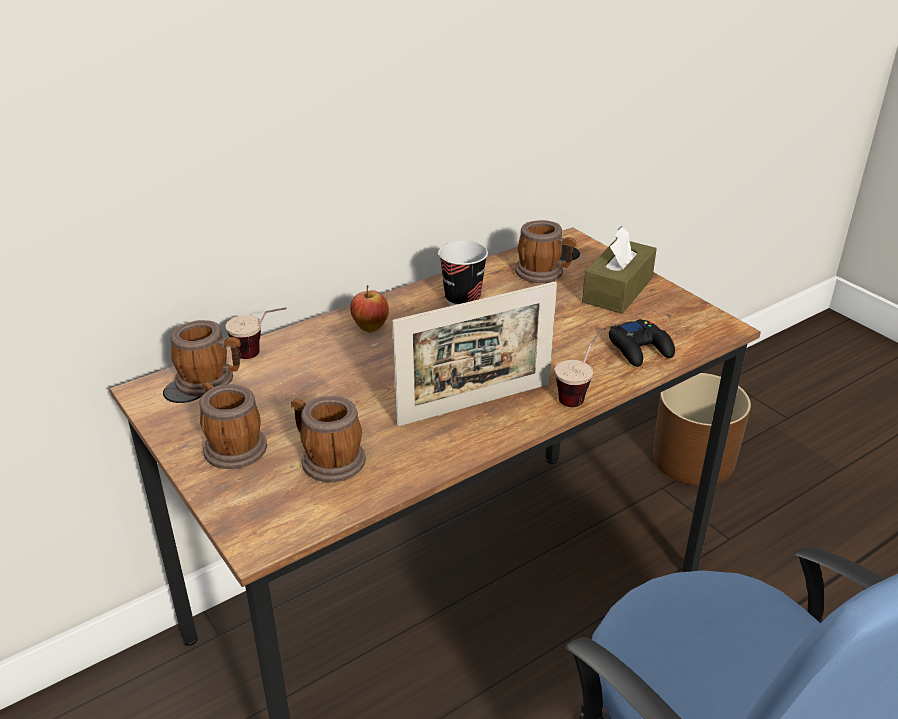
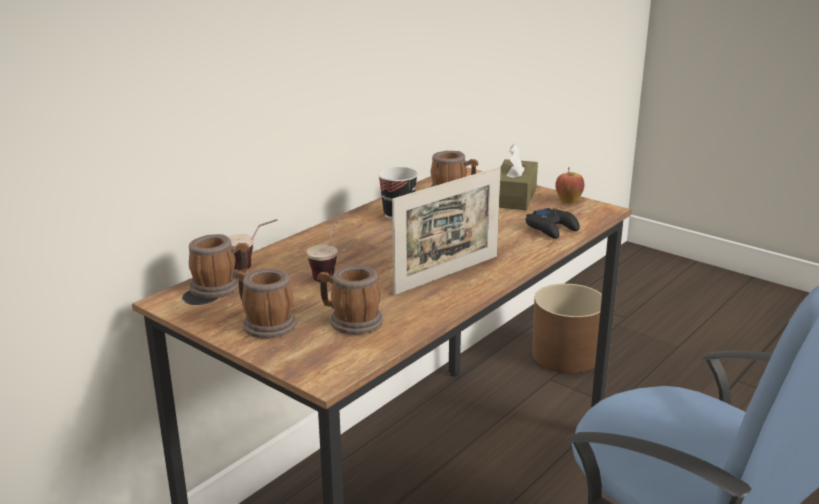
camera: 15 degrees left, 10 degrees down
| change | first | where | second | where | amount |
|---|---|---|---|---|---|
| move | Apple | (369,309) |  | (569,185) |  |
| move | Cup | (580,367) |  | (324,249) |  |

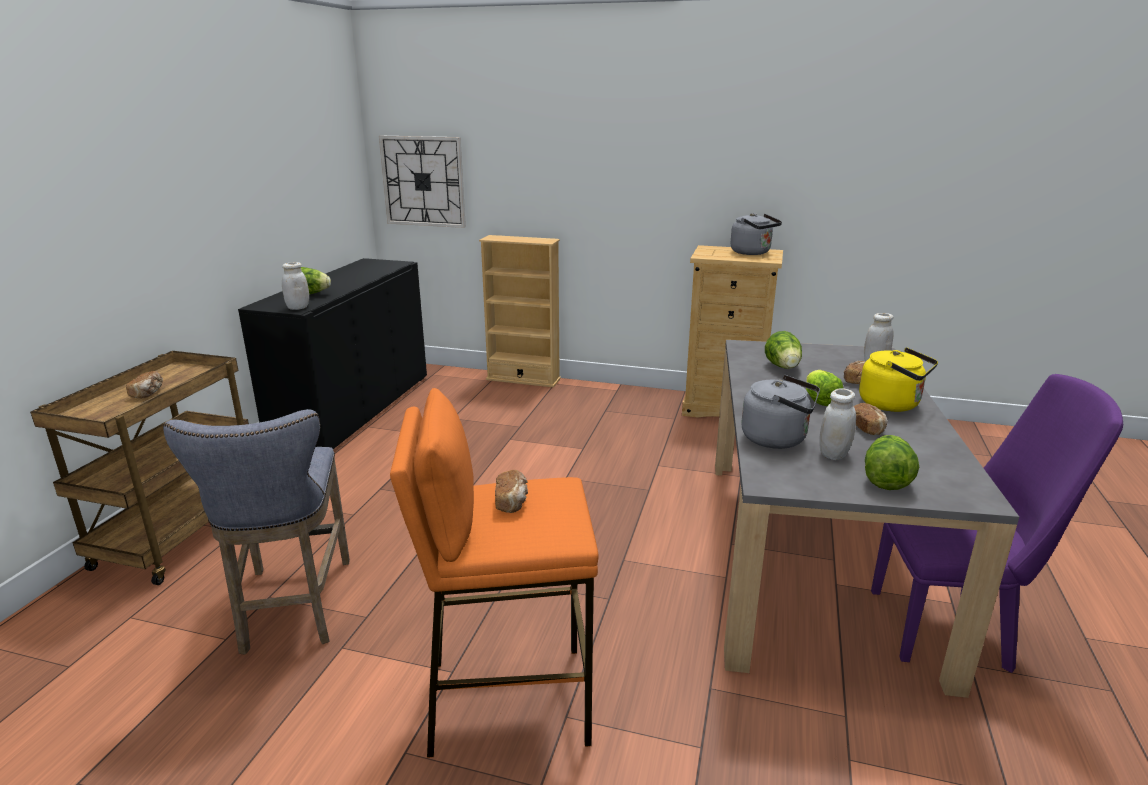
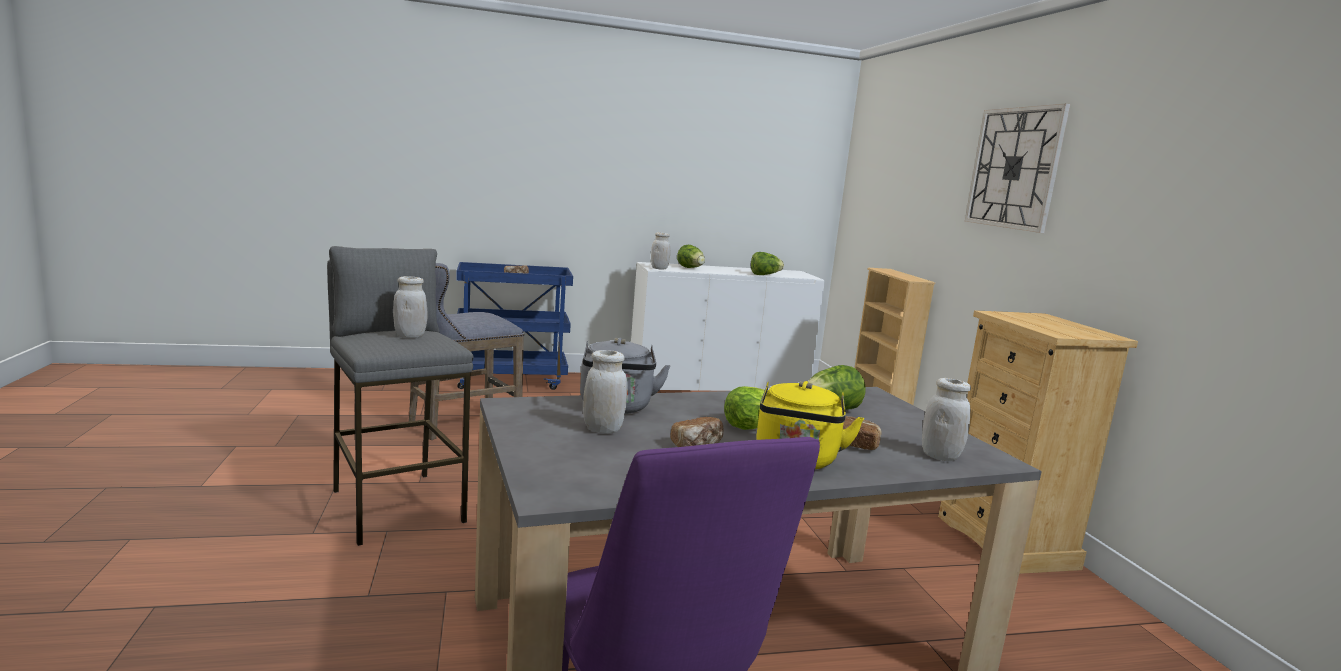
camera: 60 degrees right, 10 degrees down
| change | first | where | second | where | amount |
|---|---|---|---|---|---|
| delete | GreyKettle | (756,234) |  |  |  |
| move | WallClock | (422,182) |  | (1017,168) |  |
| move | Lettuce | (892,462) |  | (767,263) |  |
| replace | Bread | (511,491) | WhiteJar | (410,307) |  |
| recolor | BrownCart | (139,468) | BlueCart | (514,326) |  |
| recolor | BlackCabinet | (332,353) | WhiteCabinet | (728,326) |  |
| recolor | OrangeStool | (494,573) | GreyStool | (400,396) |  |

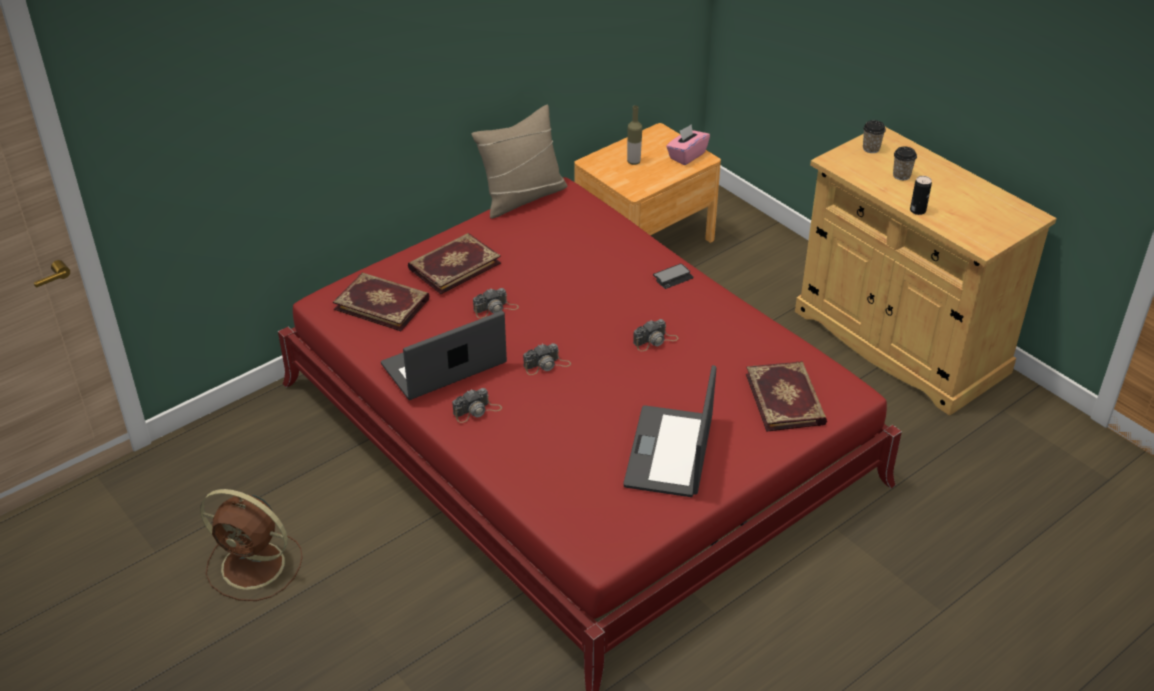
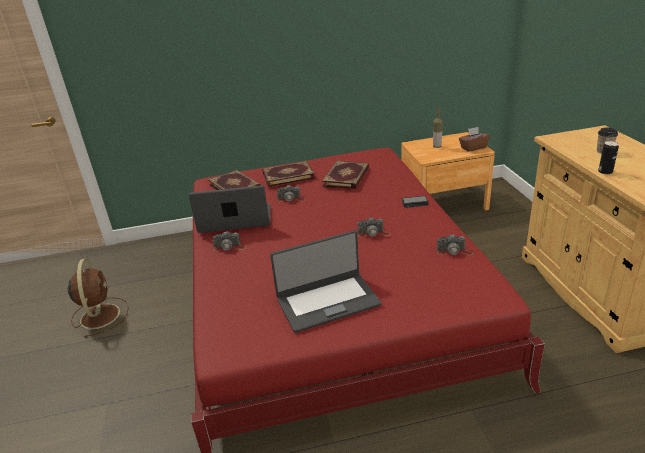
camera: 30 degrees right, 10 degrees down
| change | first | where | second | where | amount |
|---|---|---|---|---|---|
| delete | BeigePillow | (519,162) |  |  |  |
| delete | Cup | (874,136) |  |  |  |
| move | PhotoCamera | (547,359) |  | (455,244) |  |
| move | Book | (786,396) |  | (345,175) |  |
| recolor | PinkTissueBox | (688,144) | BrownTissueBox | (474,139) |  |
| rotate | BrownFan | (251,545) |  | (98,298) | 150 degrees counterclockwise |
| rotate | Laptop | (670,431) |  | (326,281) | 150 degrees counterclockwise |

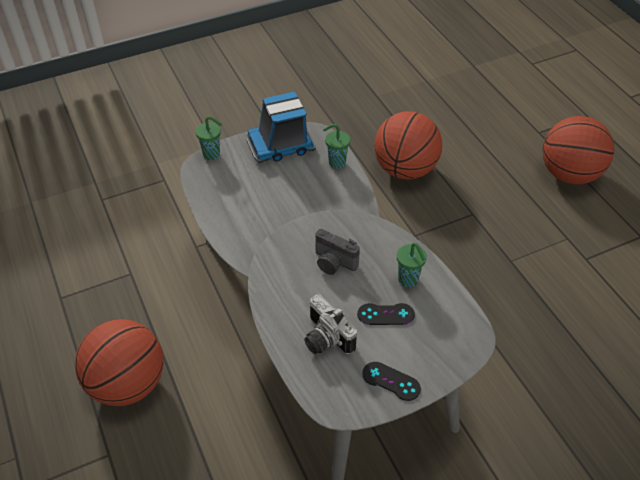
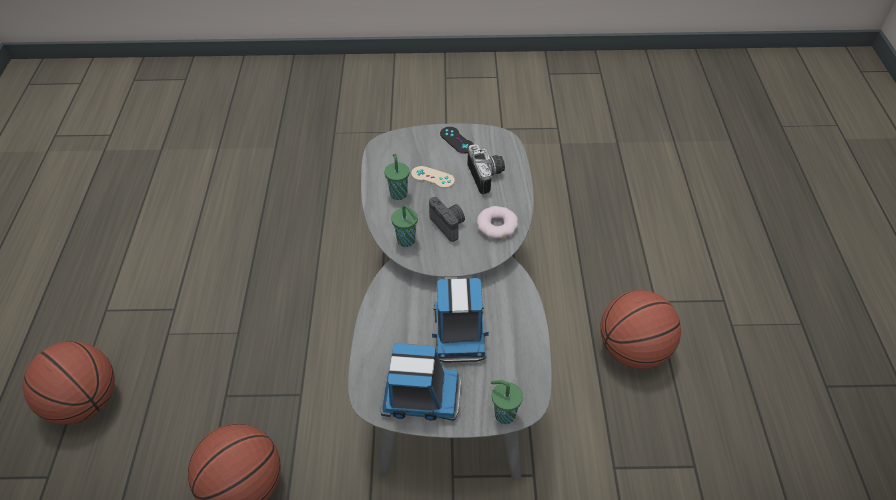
camera: 155 degrees left, 0 degrees up
| change | first | where | second | where | amount |
|---|---|---|---|---|---|
| insert |  |  | ToyTruck | (460,320) |  |
| insert |  |  | Donut | (497,222) |  |
| move | GreenCup | (336,146) |  | (404,226) |  |
| recolor | BlackGameController | (386,314) | BeigeGameController | (433,177) |  |

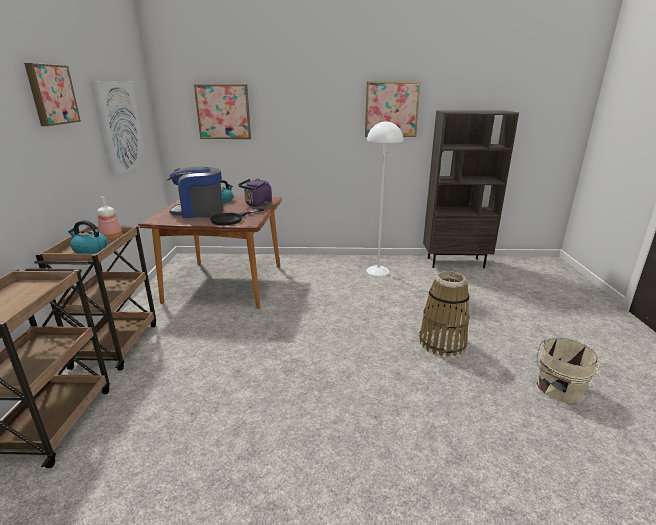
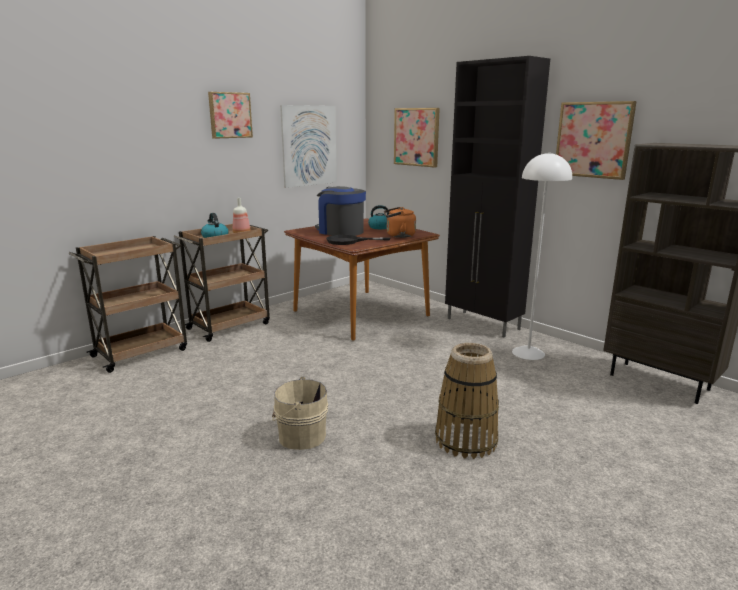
camera: 45 degrees right, 5 degrees down
| change | first | where | second | where | amount |
|---|---|---|---|---|---|
| insert |  |  | BlackCabinet | (497,196) |  |
| move | BeigeBucket | (568,370) |  | (300,413) |  |
| recolor | PurpleKettle | (255,192) | OrangeKettle | (400,222) |  |

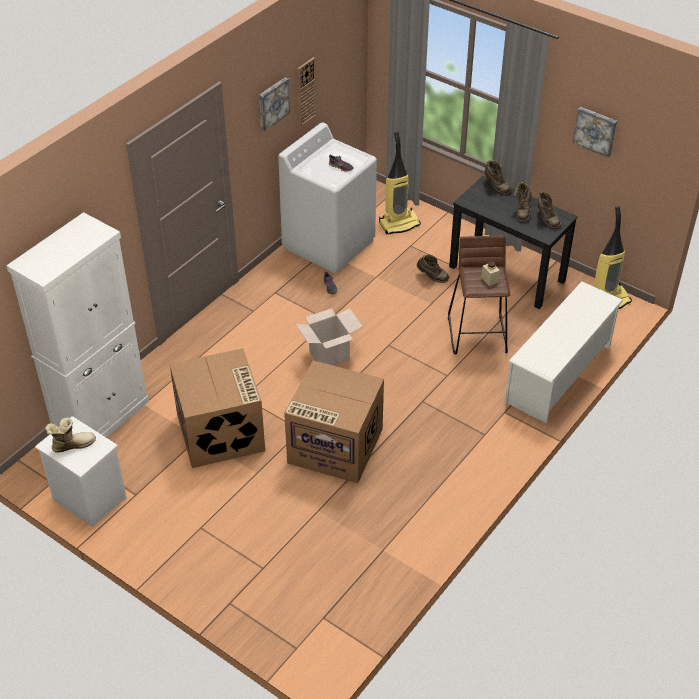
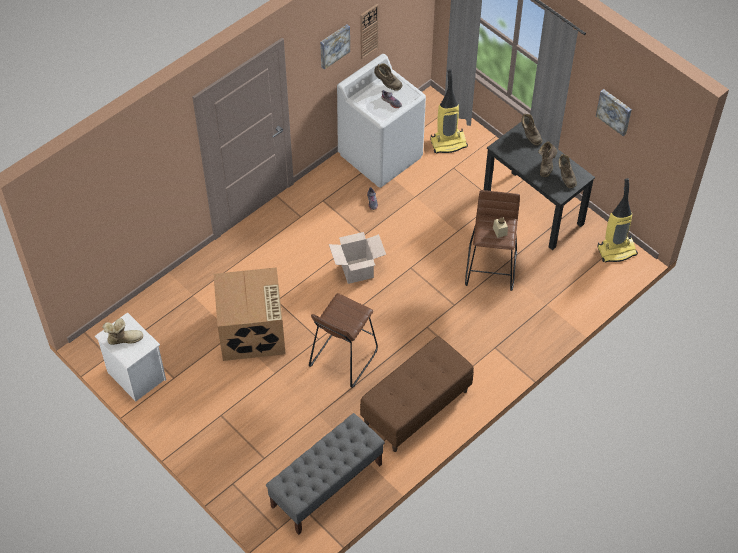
camera: 10 degrees right, 10 degrees up
| change | first | where | second | where | amount |
|---|---|---|---|---|---|
| delete | WhiteCabinet | (77,325) |  |  |  |
| delete | WhiteShoeRack | (564,352) |  |  |  |
| insert |  |  | GreyBench | (325,474) |  |
| insert |  |  | BrownBench | (417,394) |  |
| move | BrownBoot | (433,268) |  | (388,77) |  |
| replace | CardboardBox | (334,421) | BrownStool | (343,340) |  |

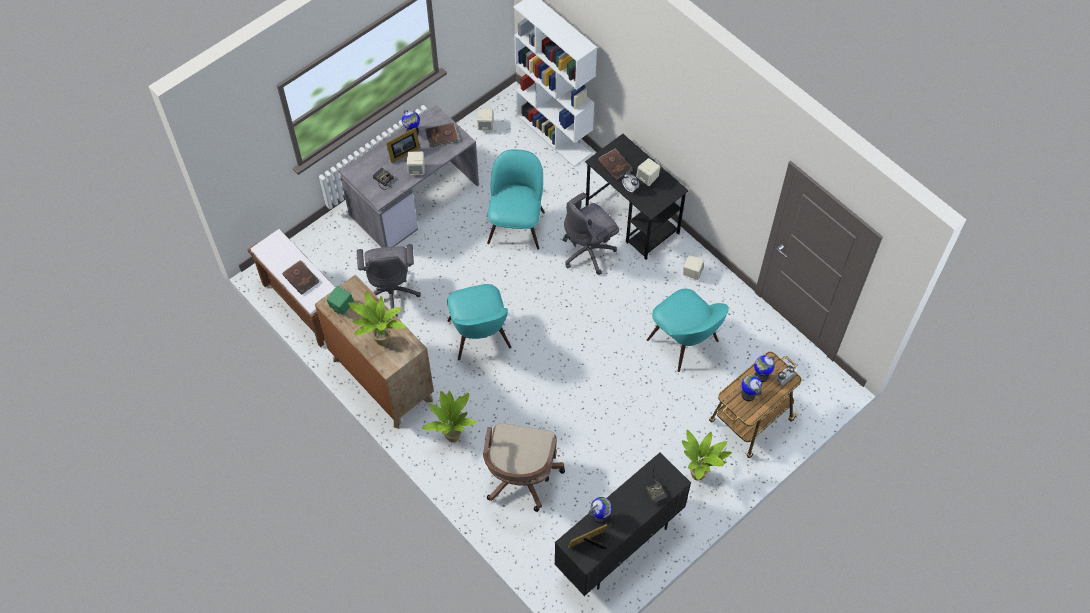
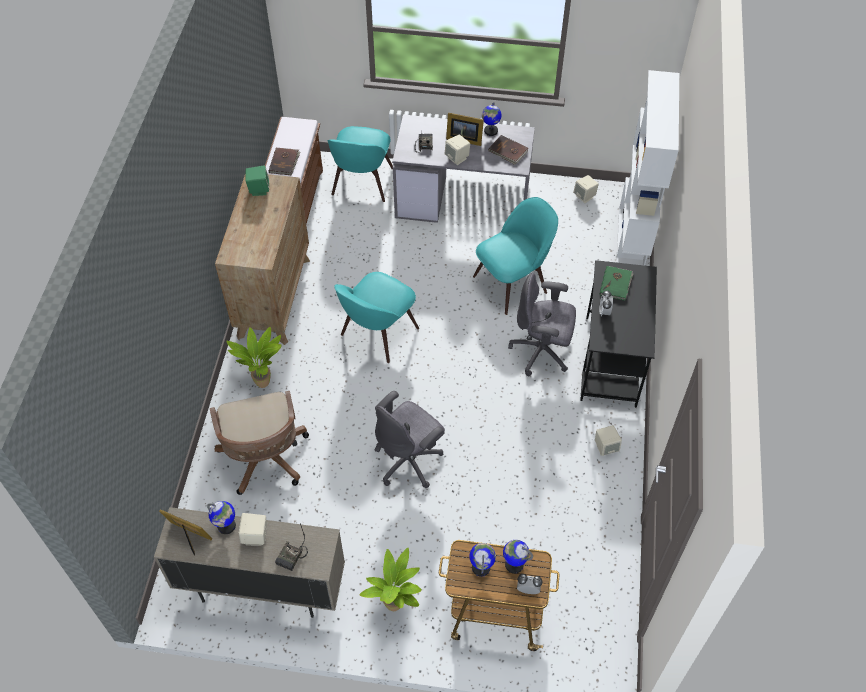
camera: 50 degrees right, 5 degrees down
| change | first | where | second | where | amount |
|---|---|---|---|---|---|
| delete | PottedPlant | (377,318) |  |  |  |
| move | GreyOfficeChair | (389,280) |  | (409,439) |  |
| move | BeigeSpeaker | (648,172) |  | (253,529) |  |
| move | TurquoiseChair | (688,330) |  | (360,164) |  |
| recolor | BlackCabinet | (623,524) | BeigeCabinet | (249,562) |  |
| recolor | BrownBook | (615,164) | GreenBook | (617,283) |  |
| rotate | BrownOfficeChair | (524,467) |  | (259,443) | 75 degrees counterclockwise |

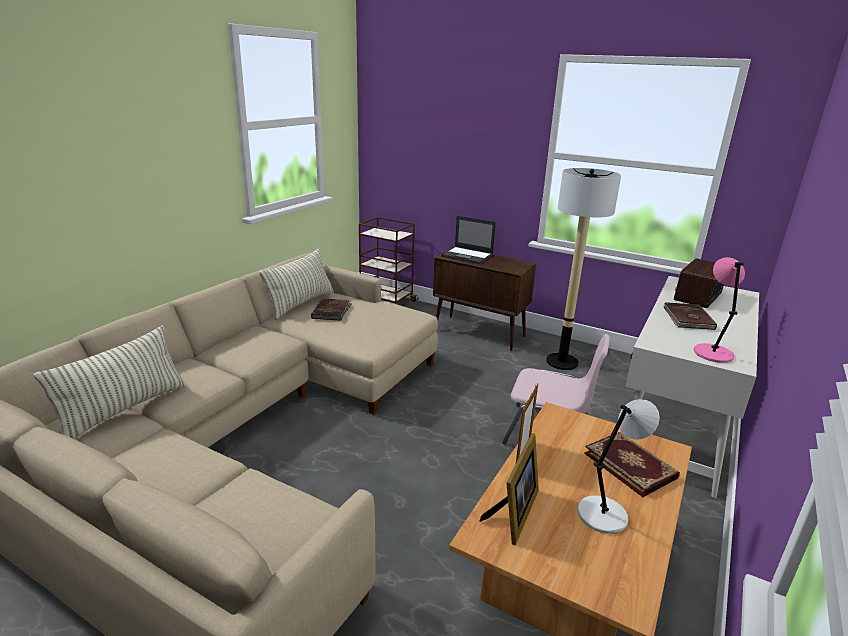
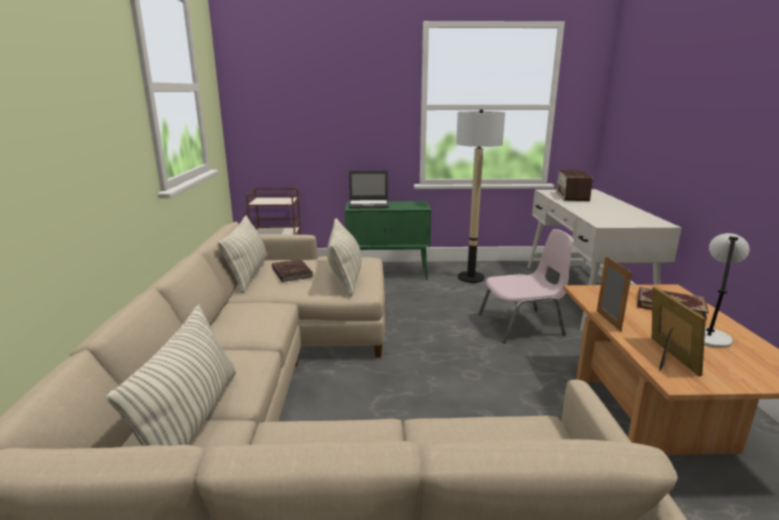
camera: 30 degrees left, 5 degrees down
| change | first | where | second | where | amount |
|---|---|---|---|---|---|
| delete | BrownBook | (690,316) |  |  |  |
| delete | PinkTableLamp | (719,310) |  |  |  |
| insert |  |  | Pillow | (344,257) |  |
| recolor | BrownCabinet | (485,301) | GreenCabinet | (388,240) |  |

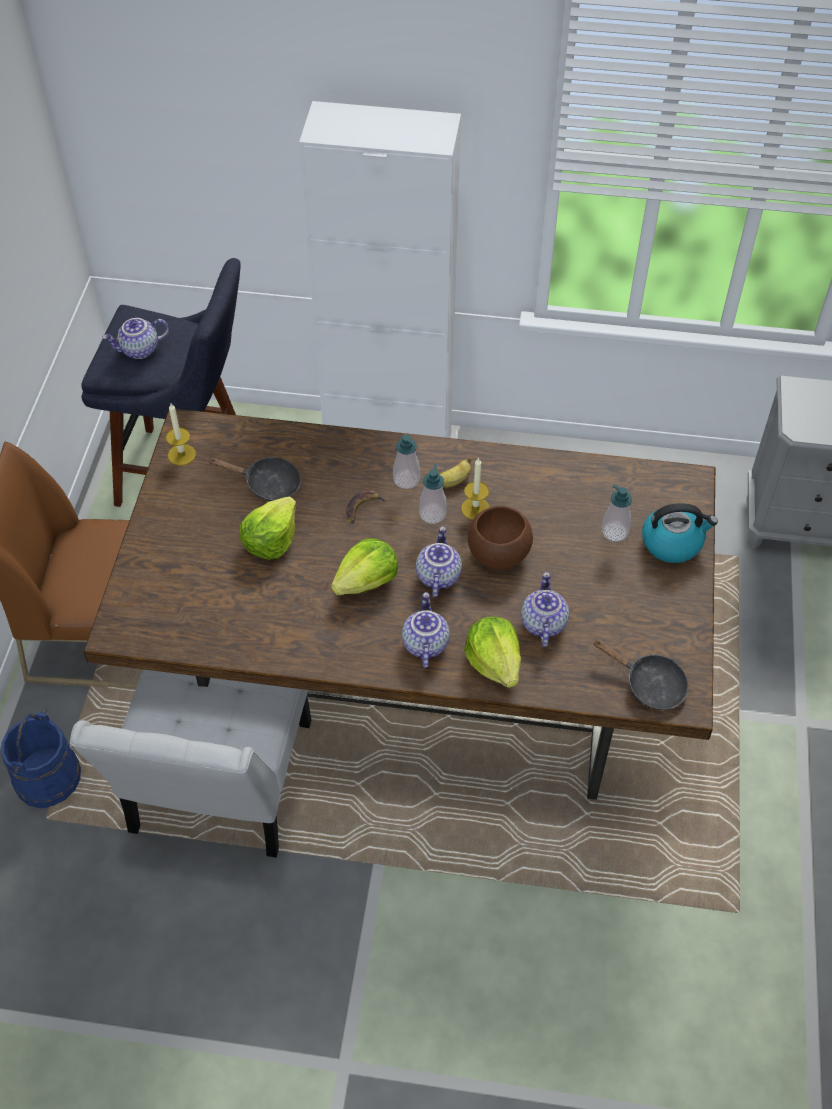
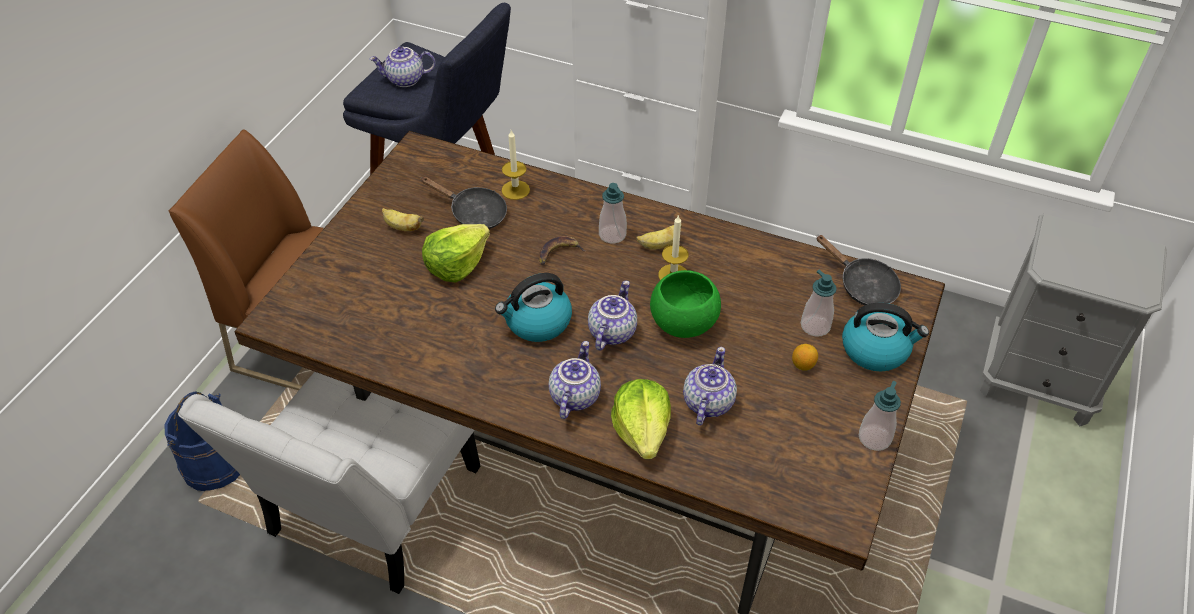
camera: 15 degrees right, 5 degrees down
| change | first | where | second | where | amount |
|---|---|---|---|---|---|
| insert |  |  | Banana | (403,219) |  |
| insert |  |  | Lemon | (805,357) |  |
| move | Candle | (181,434) |  | (516,165) |  |
| move | SoapDispenser | (433,494) |  | (880,416) |  |
| move | BlackFryingPan | (640,674) |  | (858,270) |  |
| replace | Lettuce | (364,566) | Kettle | (533,307) |  |
| recolor | BrownBowl | (500,537) | GreenBowl | (685,304) |  |

